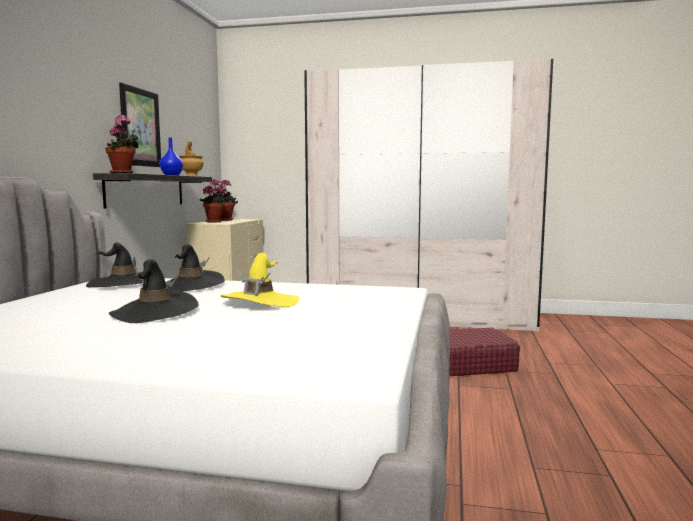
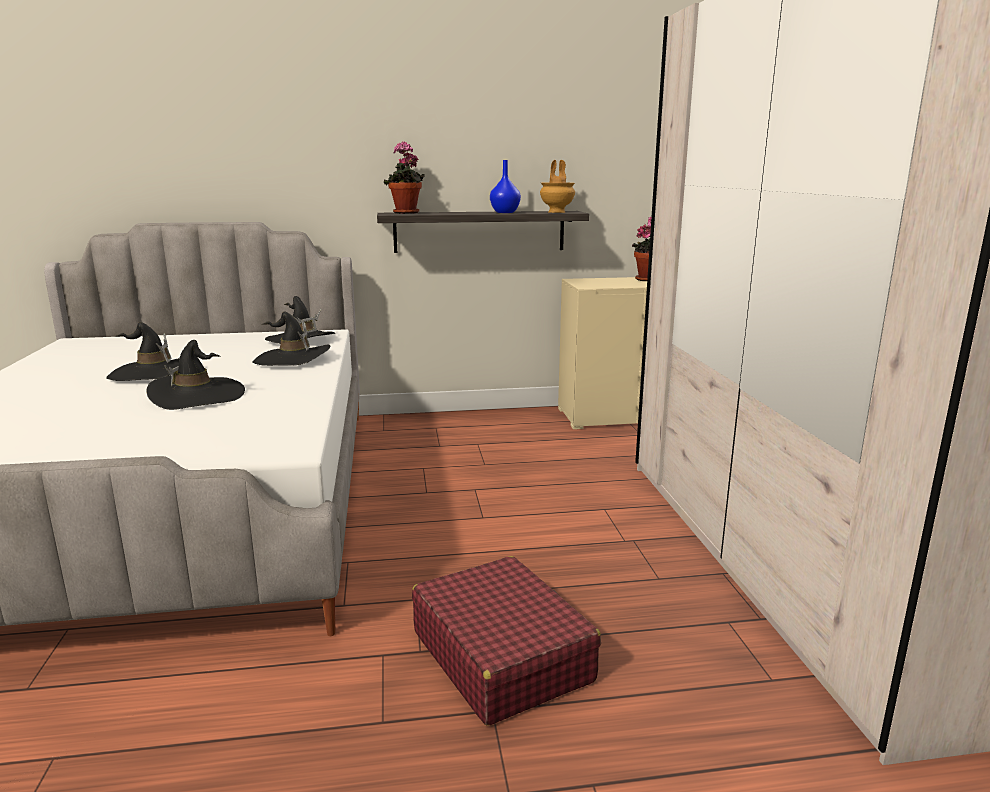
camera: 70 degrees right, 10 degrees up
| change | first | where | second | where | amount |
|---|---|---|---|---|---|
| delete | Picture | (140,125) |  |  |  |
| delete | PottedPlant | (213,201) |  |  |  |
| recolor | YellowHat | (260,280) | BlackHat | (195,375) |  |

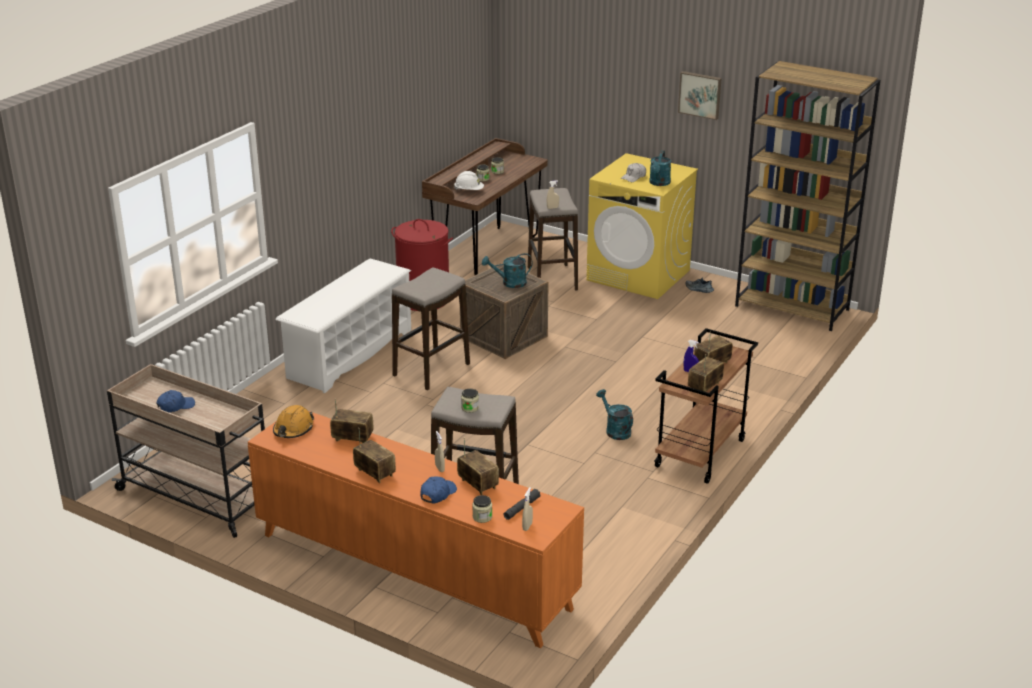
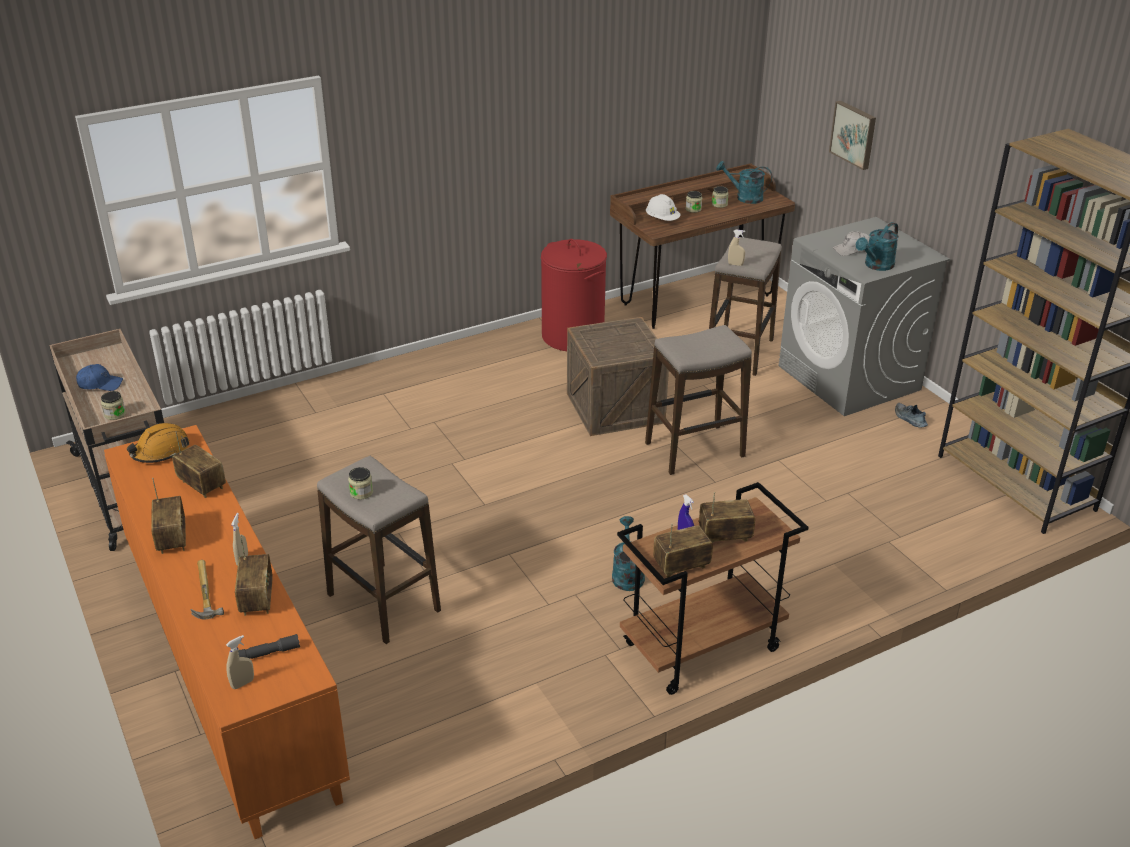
camera: 30 degrees right, 5 degrees up
| change | first | where | second | where | amount |
|---|---|---|---|---|---|
| delete | WhiteShoeRack | (343,325) |  |  |  |
| move | Stool | (431,328) |  | (698,400) |  |
| move | Jar | (482,509) |  | (113,405) |  |
| move | TurquoiseWateringCan | (507,270) |  | (744,182) |  |
| move | Picture | (700,95) |  | (852,135) |  |
| replace | BlueCap | (438,490) | Hammer | (207,589) |  |
| recolor | YellowWashingMachine | (642,226) | GreyWashingMachine | (864,316) |  |

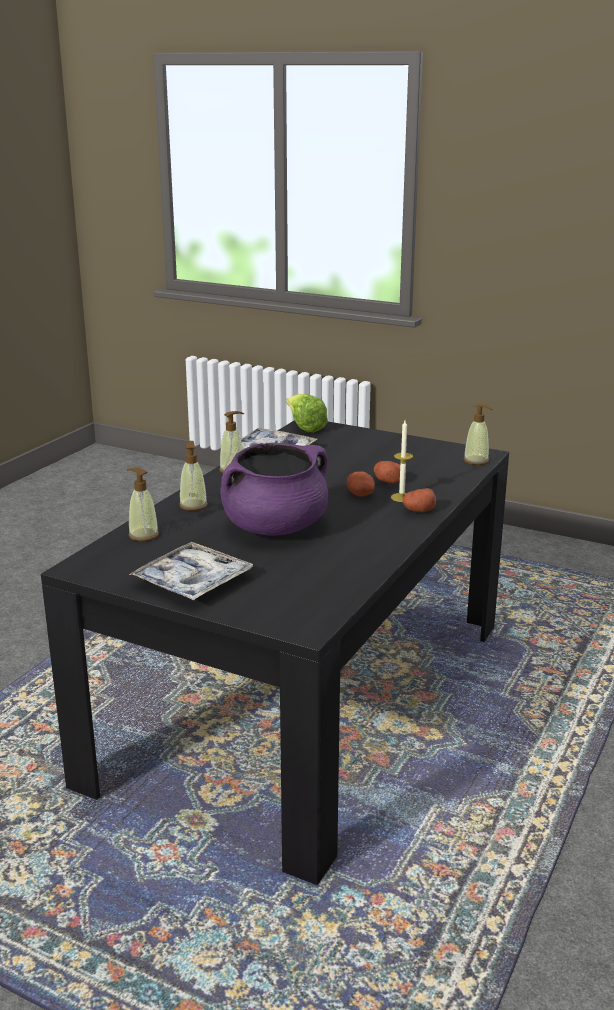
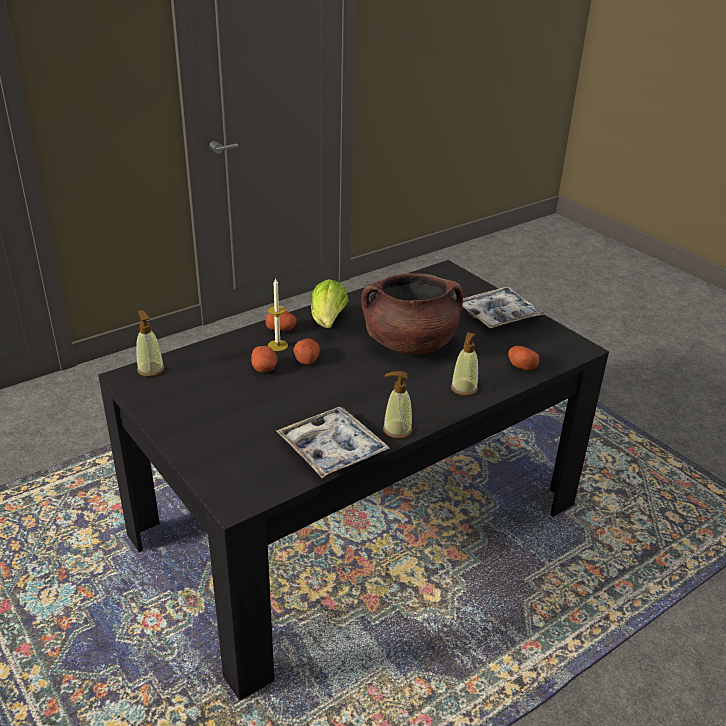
camera: 155 degrees left, 10 degrees up
| change | first | where | second | where | amount |
|---|---|---|---|---|---|
| move | Lettuce | (307,413) |  | (330,303) |  |
| replace | SoapDispenser | (143,504) | Potato | (524,358) |  |
| recolor | PurpleCookingPot | (274,489) | BrownCookingPot | (412,314) |  |

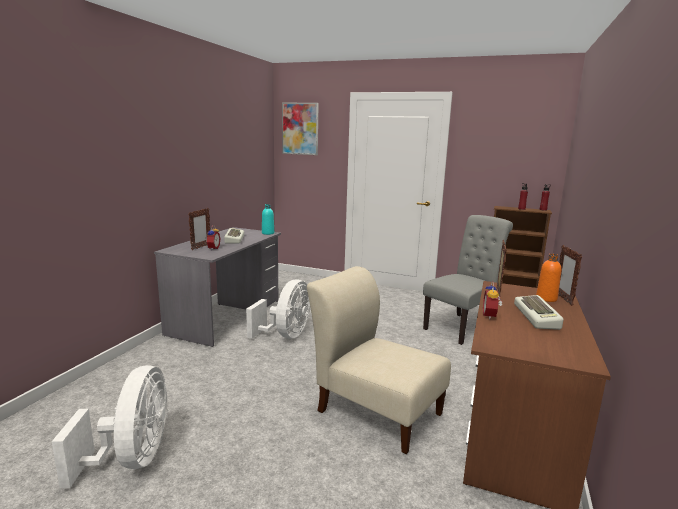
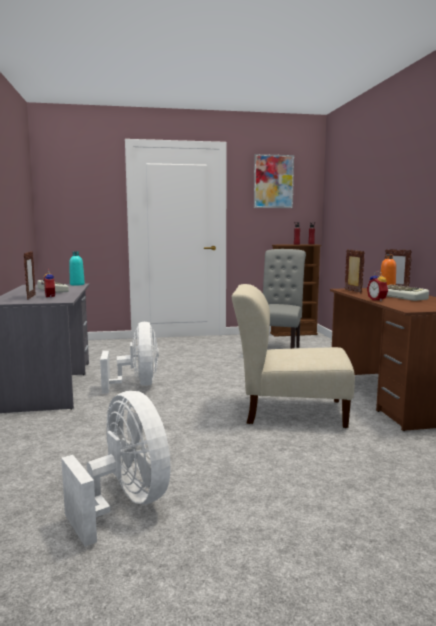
camera: 30 degrees left, 5 degrees down
| change | first | where | second | where | amount |
|---|---|---|---|---|---|
| move | Picture | (300,129) |  | (274,181) |  |

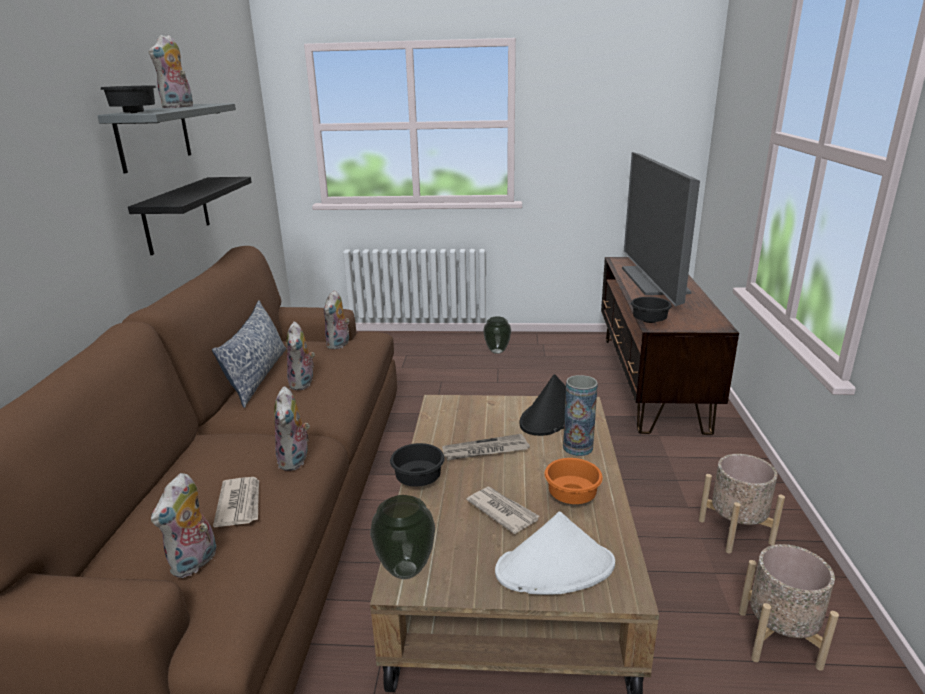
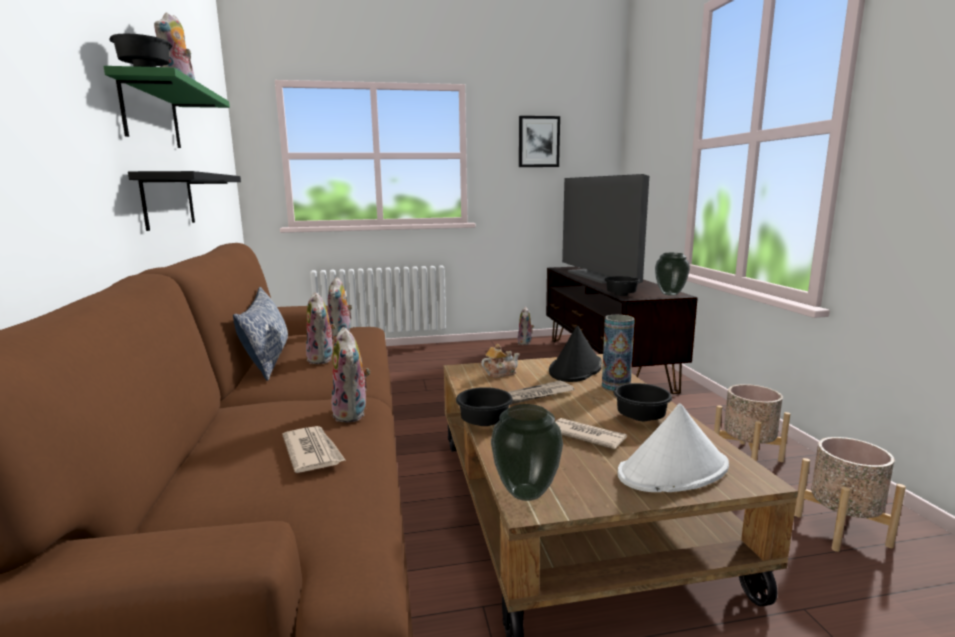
camera: 15 degrees left, 10 degrees down
| change | first | where | second | where | amount |
|---|---|---|---|---|---|
| insert |  |  | Teapot | (500,361) |  |
| insert |  |  | Picture | (539,141) |  |
| move | PlushToy | (184,525) |  | (525,326) |  |
| move | Vase | (497,335) |  | (672,274) |  |
| recolor | GreyShelf | (166,138) | GreenShelf | (166,107) |  |
| recolor | OrangeBowl | (574,481) | BlackBowl | (643,402) |  |

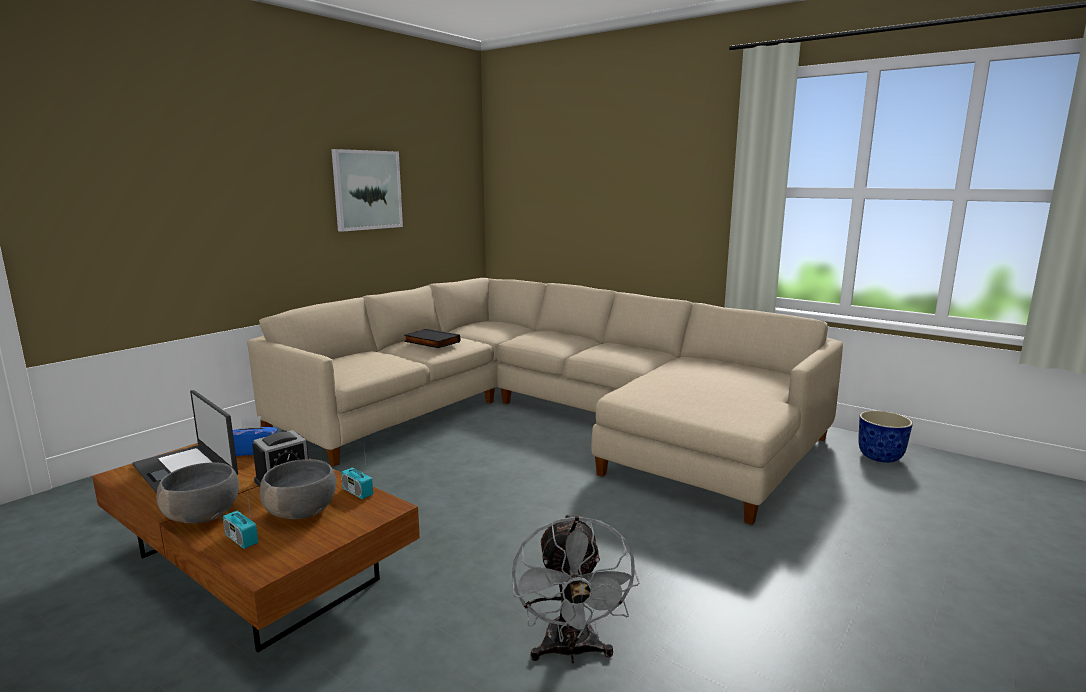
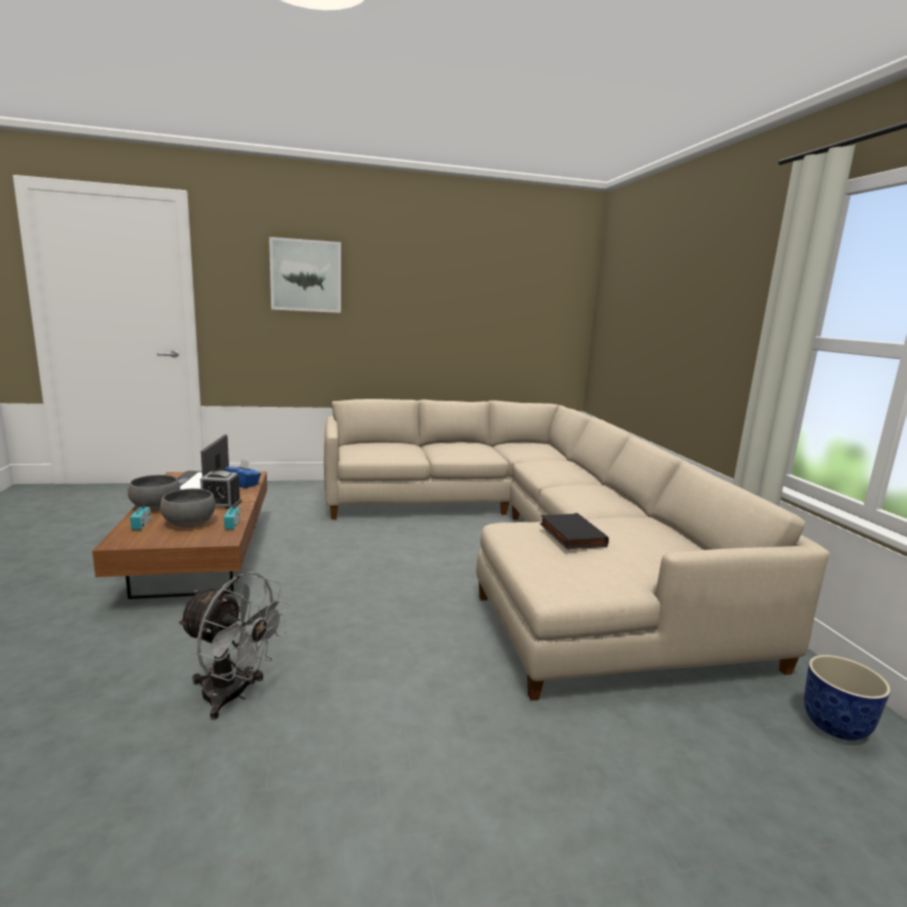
camera: 40 degrees right, 0 degrees up
| change | first | where | second | where | amount |
|---|---|---|---|---|---|
| move | Picture | (367,190) |  | (305,275) |  |
| move | BlackBook | (432,338) |  | (574,531) |  |
| rotate | GreyFan | (576,588) |  | (234,646) | 105 degrees counterclockwise |

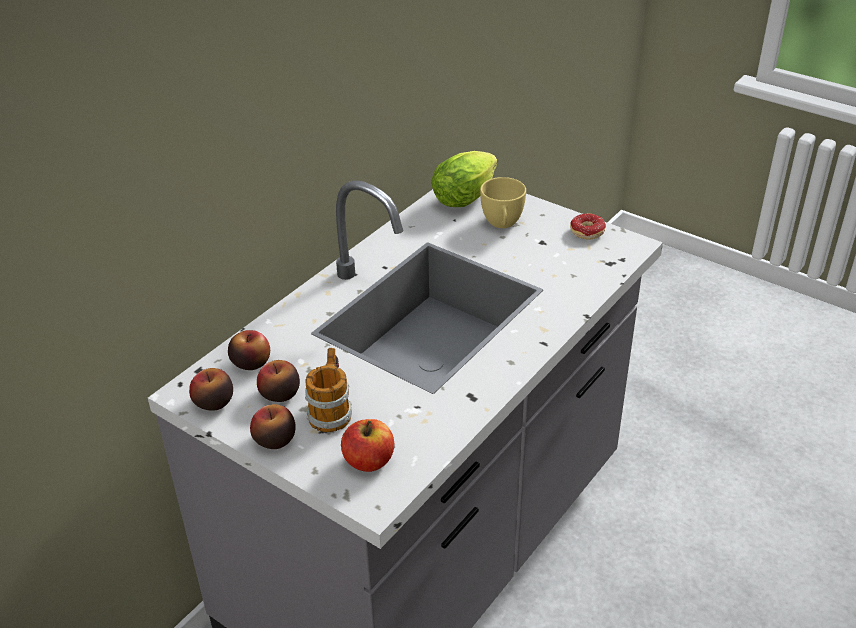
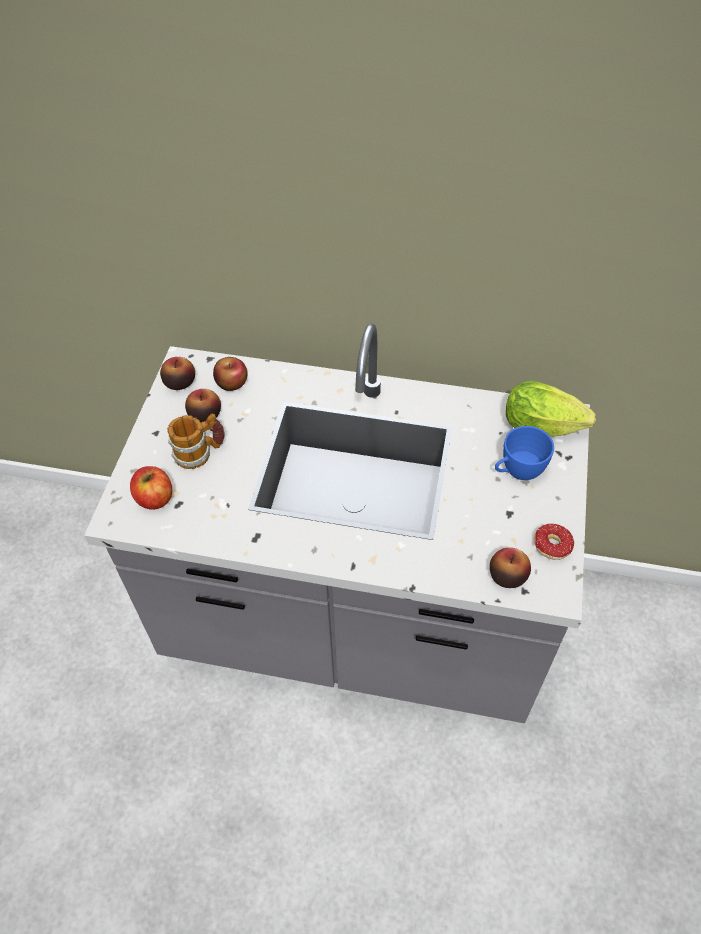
camera: 65 degrees right, 15 degrees up
| change | first | where | second | where | amount |
|---|---|---|---|---|---|
| move | Apple | (273,426) |  | (510,568) |  |
| recolor | YellowCup | (503,202) | BlueCup | (524,453) |  |

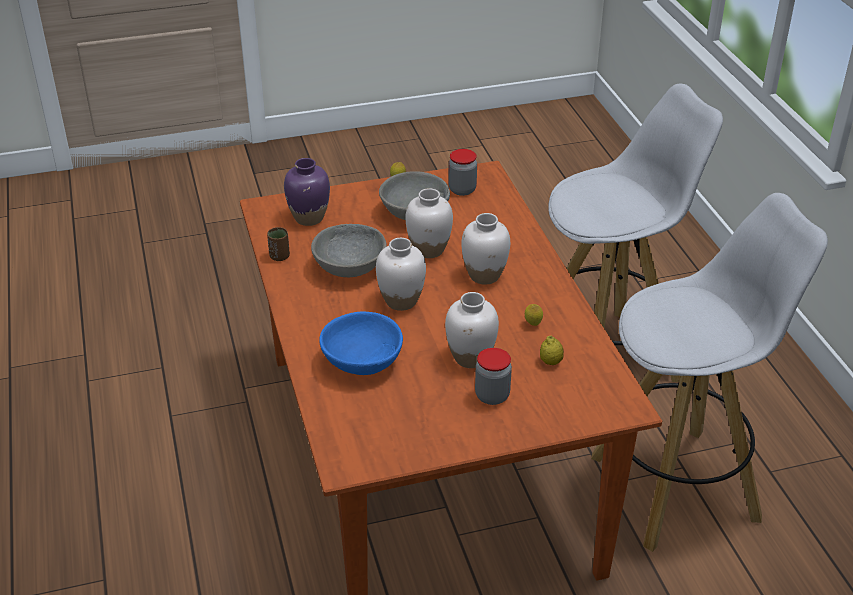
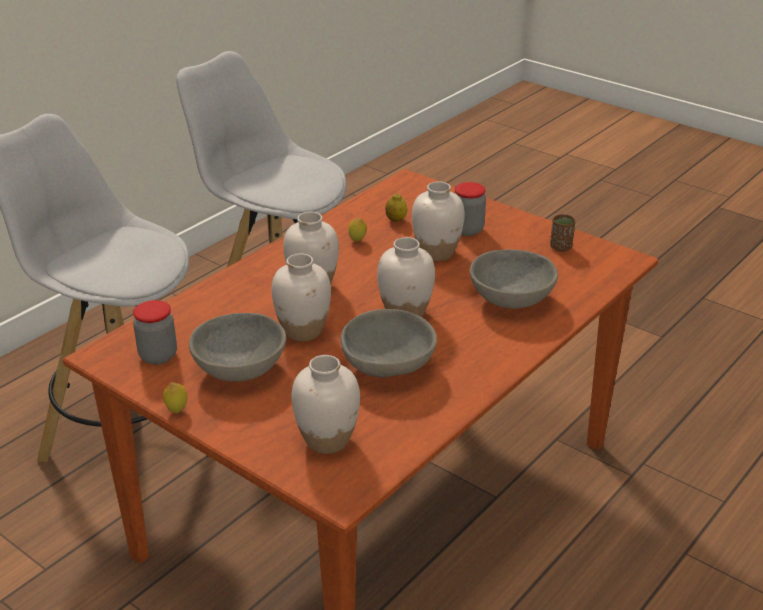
camera: 125 degrees left, 5 degrees down
| change | first | where | second | where | amount |
|---|---|---|---|---|---|
| move | BrownCup | (278,244) |  | (562,233) |  |
| recolor | PurpleVase | (307,192) | WhiteVase | (325,404) |  |
| recolor | BlueBowl | (361,343) | GreyBowl | (514,279) |  |

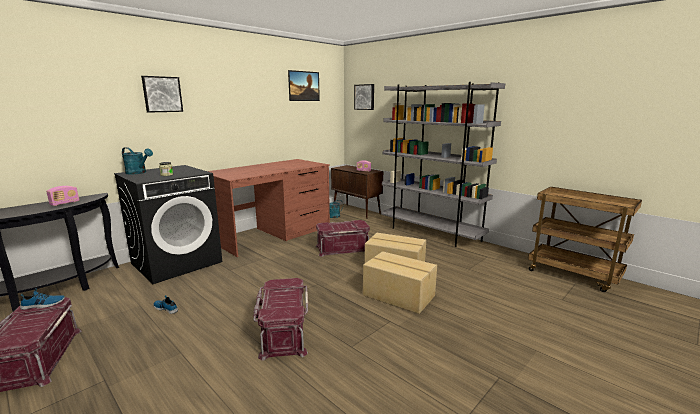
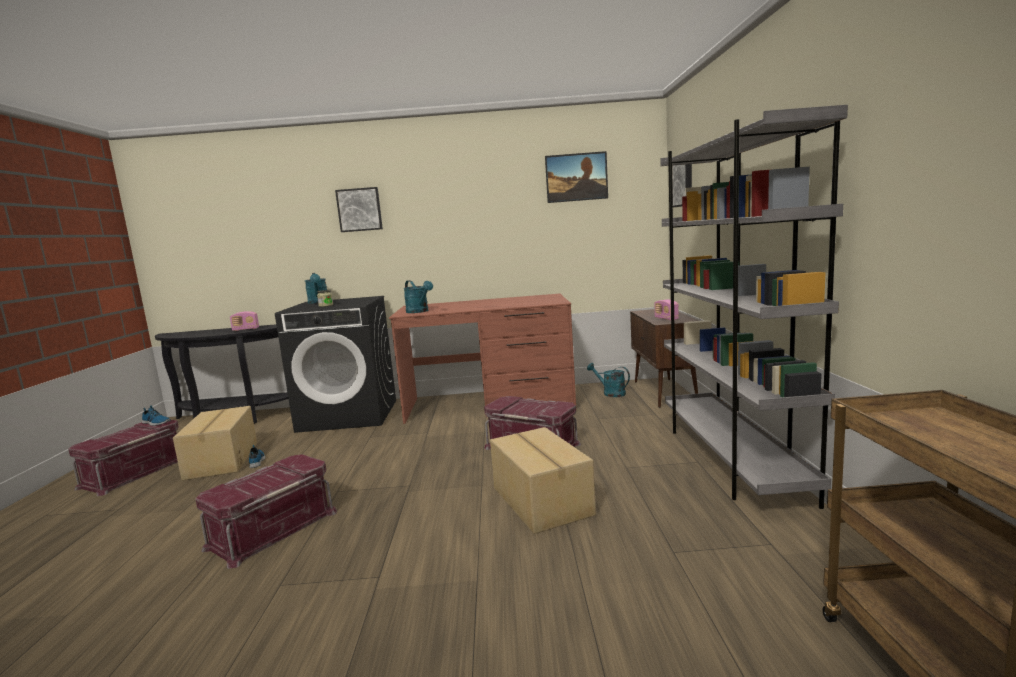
camera: 45 degrees right, 5 degrees down
| change | first | where | second | where | amount |
|---|---|---|---|---|---|
| insert |  |  | TurquoiseWateringCan | (418,296) |  |
| move | CardboardBox | (400,282) |  | (215,443) |  |

